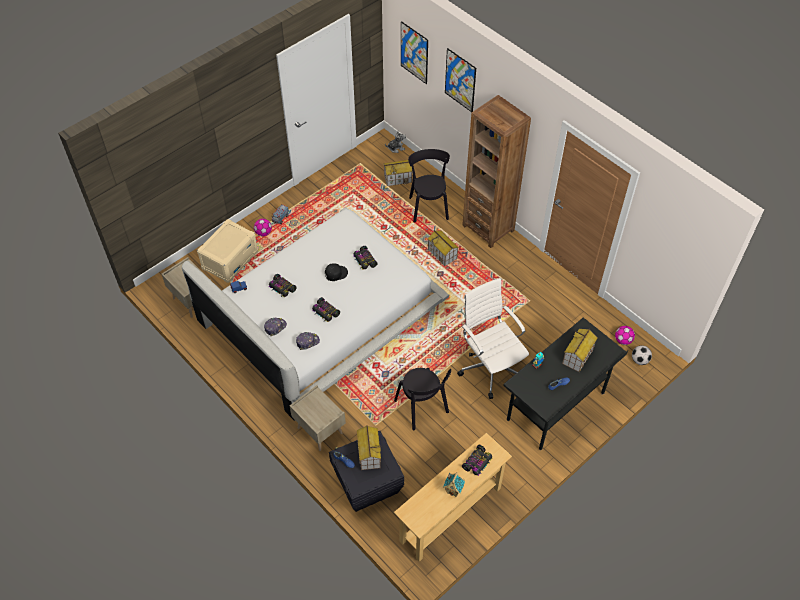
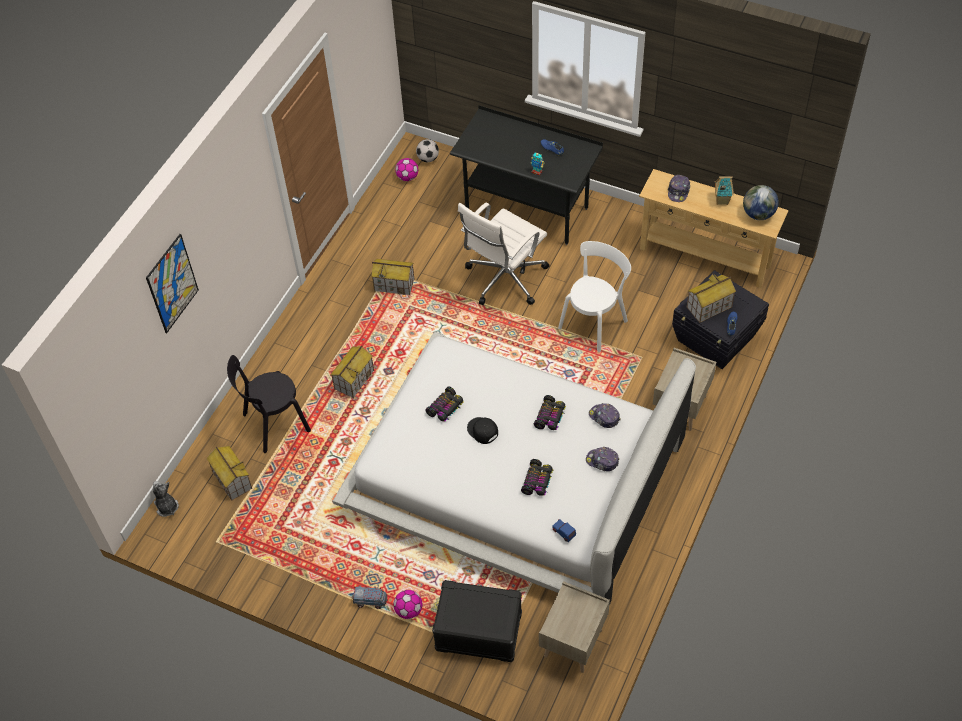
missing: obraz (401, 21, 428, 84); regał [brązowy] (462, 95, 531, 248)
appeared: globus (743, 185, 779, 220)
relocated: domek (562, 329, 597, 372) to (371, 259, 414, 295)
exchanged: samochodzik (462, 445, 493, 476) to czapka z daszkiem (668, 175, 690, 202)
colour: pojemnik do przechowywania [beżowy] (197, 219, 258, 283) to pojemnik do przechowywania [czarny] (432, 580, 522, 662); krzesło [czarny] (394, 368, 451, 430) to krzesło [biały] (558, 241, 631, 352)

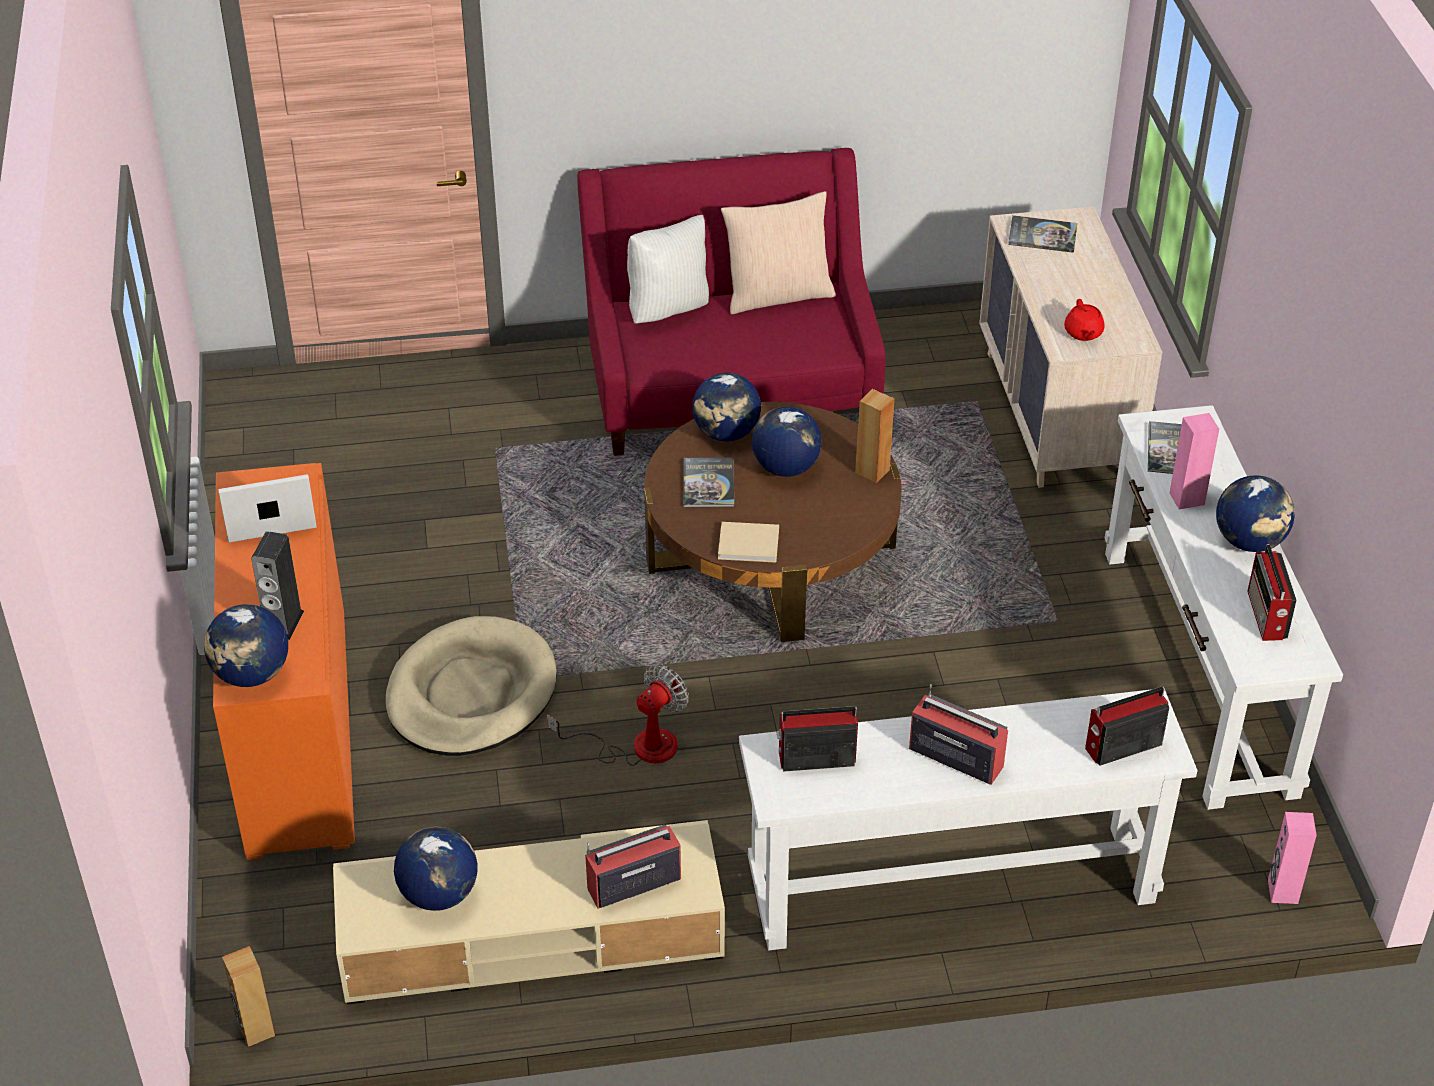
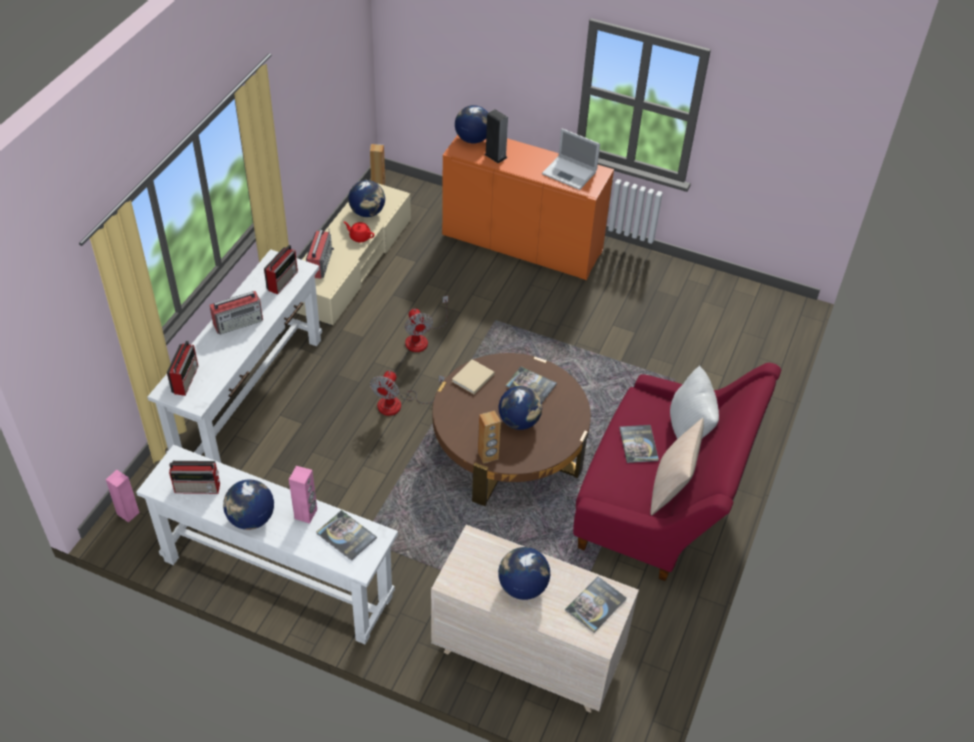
missing: legowisko [beżowy] (385, 616, 557, 756)
appeared: wentylator (370, 371, 445, 416); książka (619, 425, 659, 463)
relocated: globus (692, 373, 761, 442) to (498, 547, 550, 600); imbryk [czerwony] (1064, 299, 1105, 341) to (344, 222, 374, 242)
spun: laptop (218, 474, 317, 543) = (542, 129, 600, 190) 105 degrees clockwise; radio (1247, 544, 1297, 641) = (169, 461, 220, 494) 150 degrees clockwise

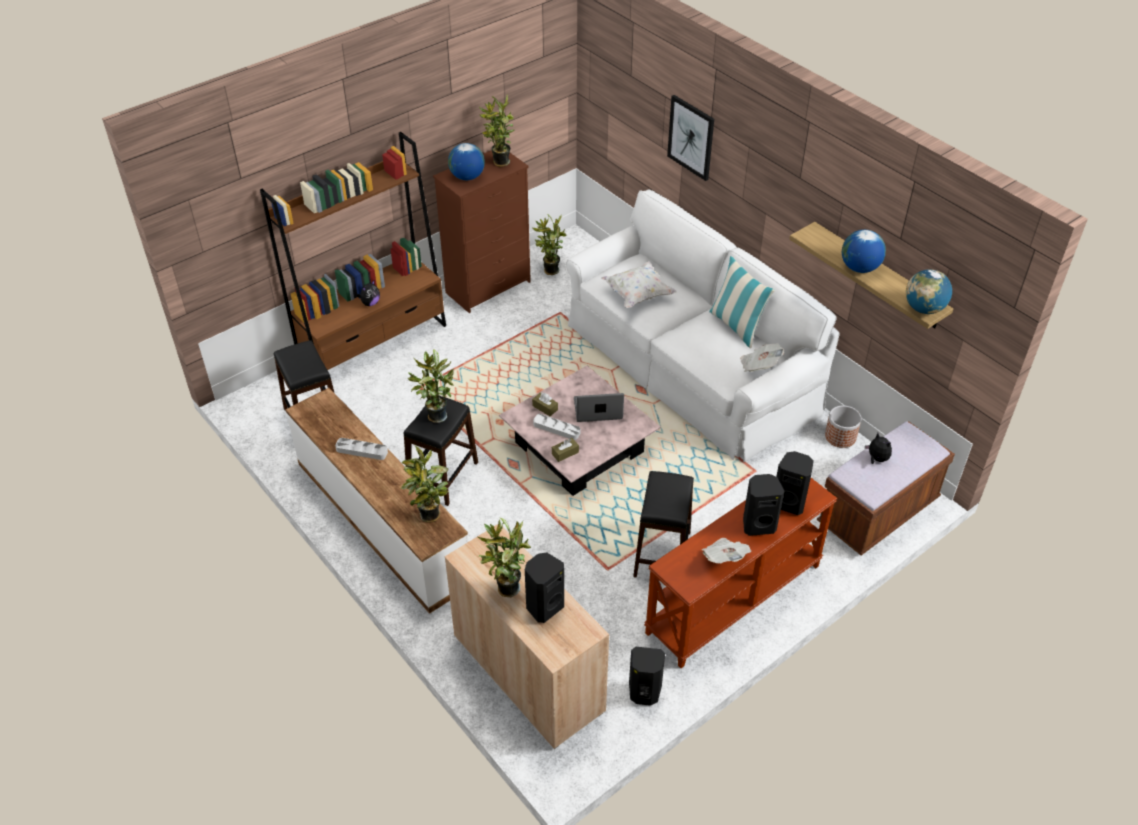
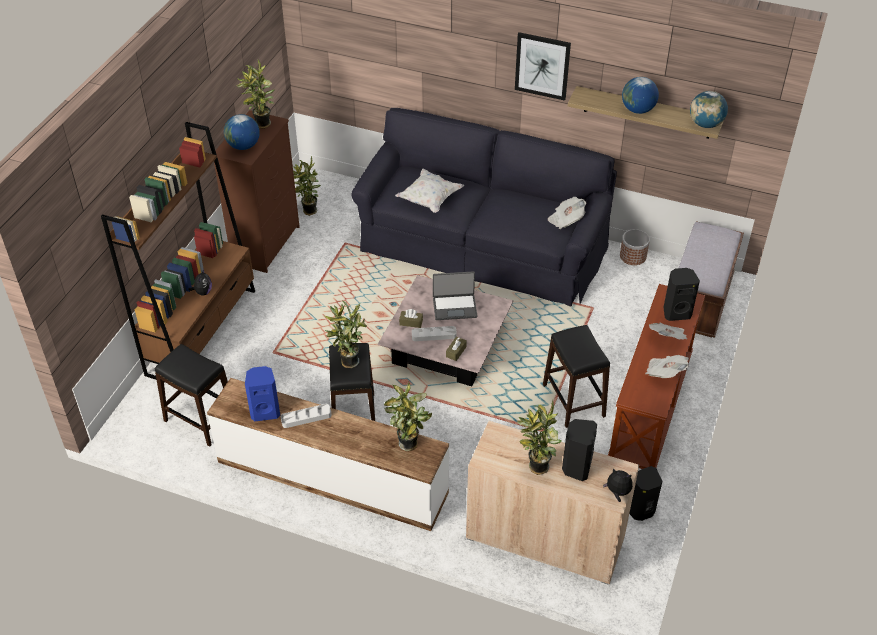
missing: poduszka (709, 256, 775, 348)
appeared: głośnik [niebieski] (245, 366, 280, 421)
relocated: obraz (667, 95, 714, 181) to (515, 32, 571, 101); pluszak (865, 433, 892, 464) to (603, 468, 633, 502)
exchanged: głośnik [czarny] (743, 474, 784, 536) to gazeta (649, 323, 687, 339)
colour: kanapa [biały] (566, 189, 840, 462) to kanapa [czarny] (351, 108, 617, 306)
spun: laptop (574, 393, 624, 422) = (433, 271, 478, 320) 150 degrees counterclockwise

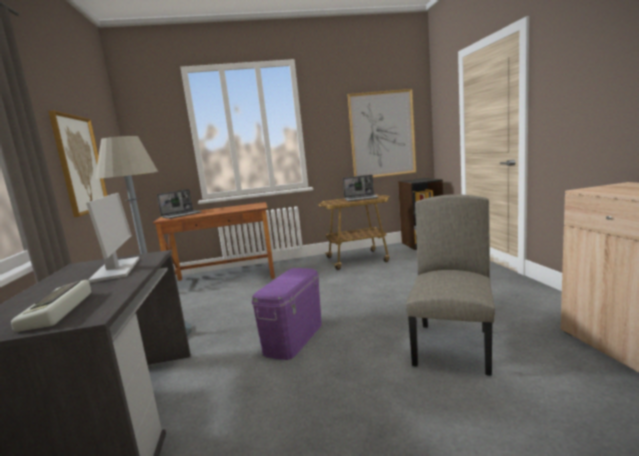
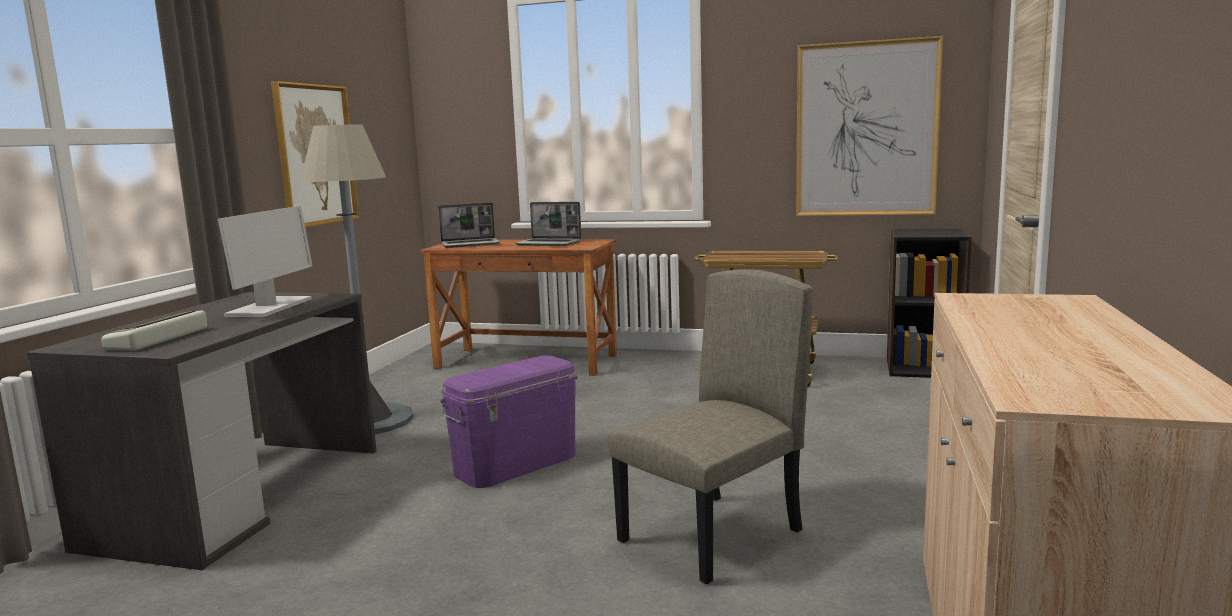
relocated: laptop (343, 175, 378, 201) to (515, 202, 582, 246)

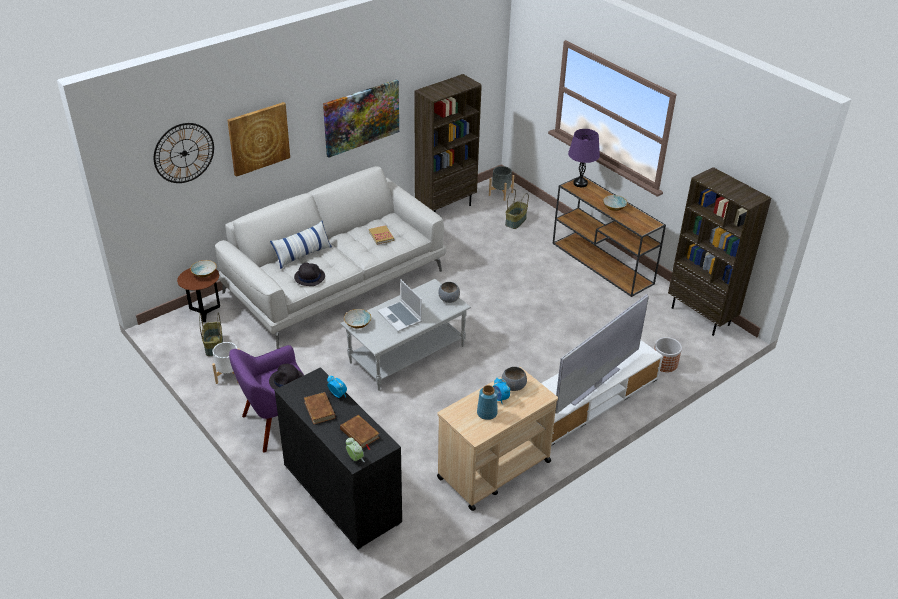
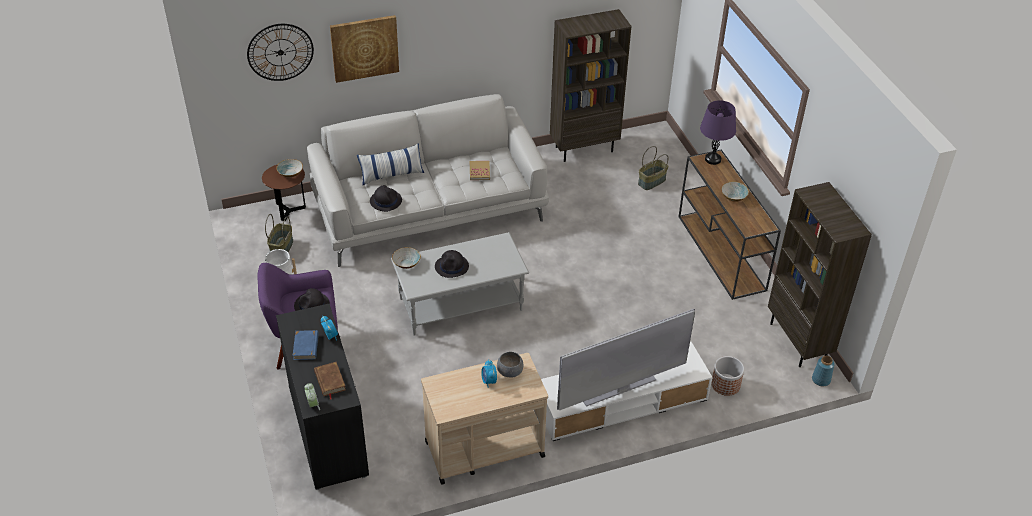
missing: obraz (323, 79, 399, 158); miska [szary] (438, 282, 460, 303); donica [szary] (489, 166, 514, 201)
relocated: wazon [niebieski] (477, 385, 498, 420) to (812, 356, 835, 386)
exchanged: laptop (378, 279, 422, 332) to kapelusz [czarny] (435, 250, 469, 278)
colour: książka [brązowy] (304, 392, 336, 424) to książka [niebieski] (293, 330, 319, 360)

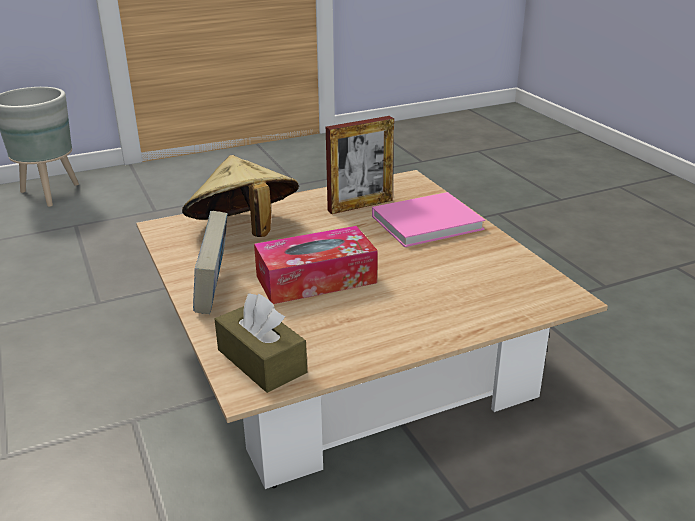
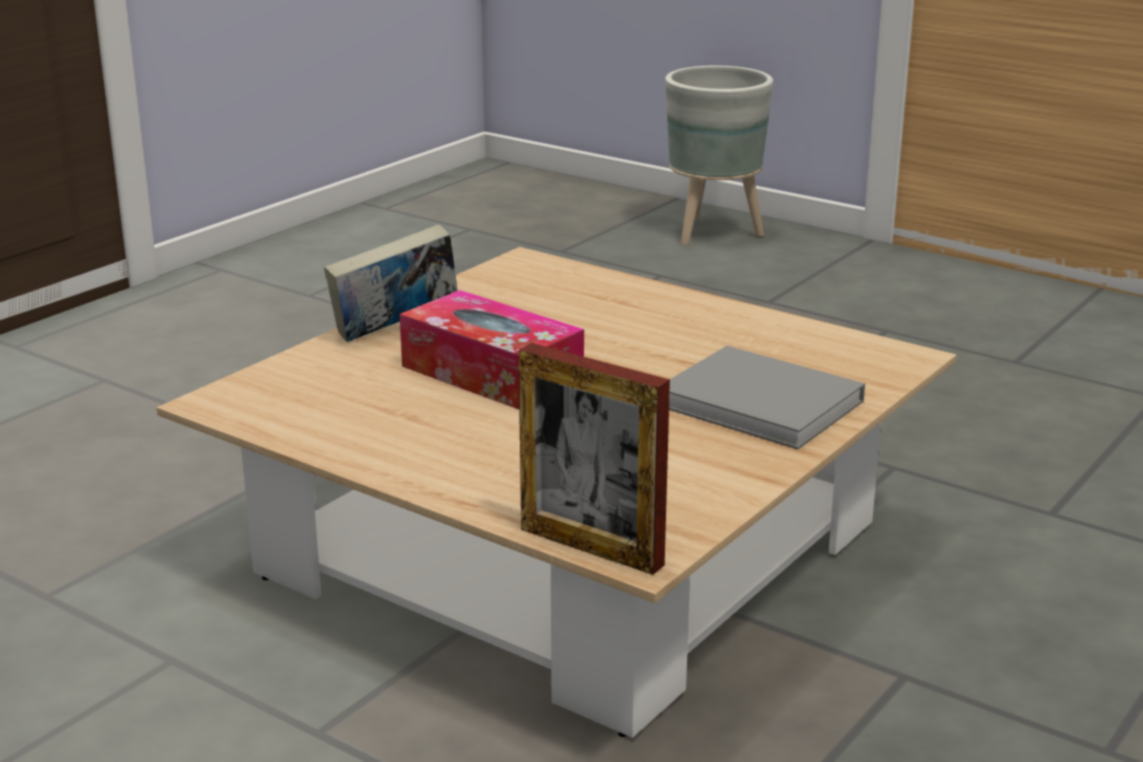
missing: kapelusz [beżowy] (182, 155, 299, 237); pudełko chusteczek [brązowy] (215, 293, 307, 393)
relocated: ramka na zdjęcie (326, 116, 394, 214) to (518, 343, 670, 575)
colour: książka [różowy] (372, 192, 485, 247) to książka [szary] (669, 346, 865, 449)

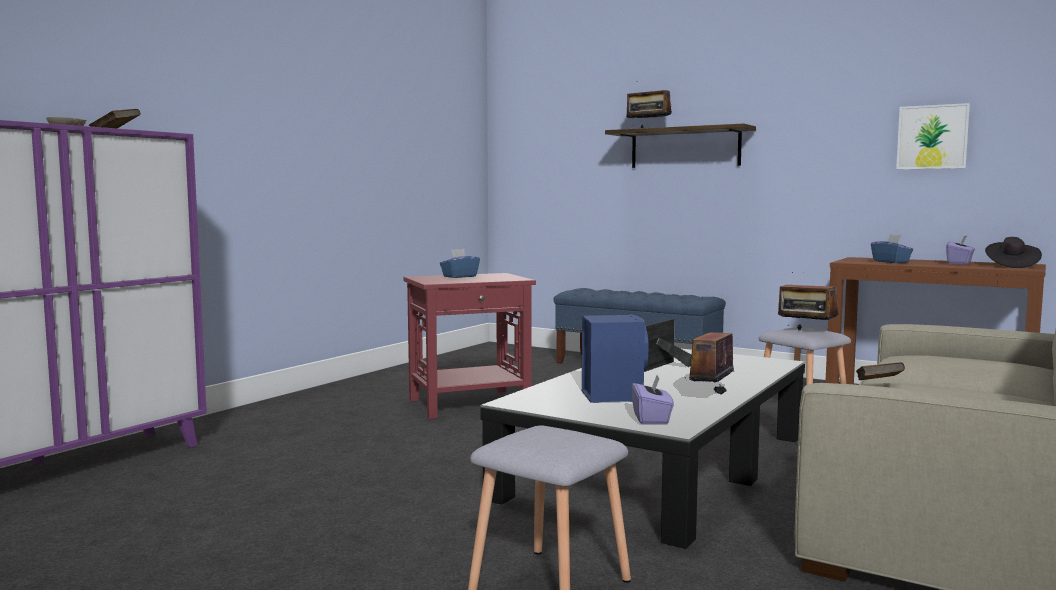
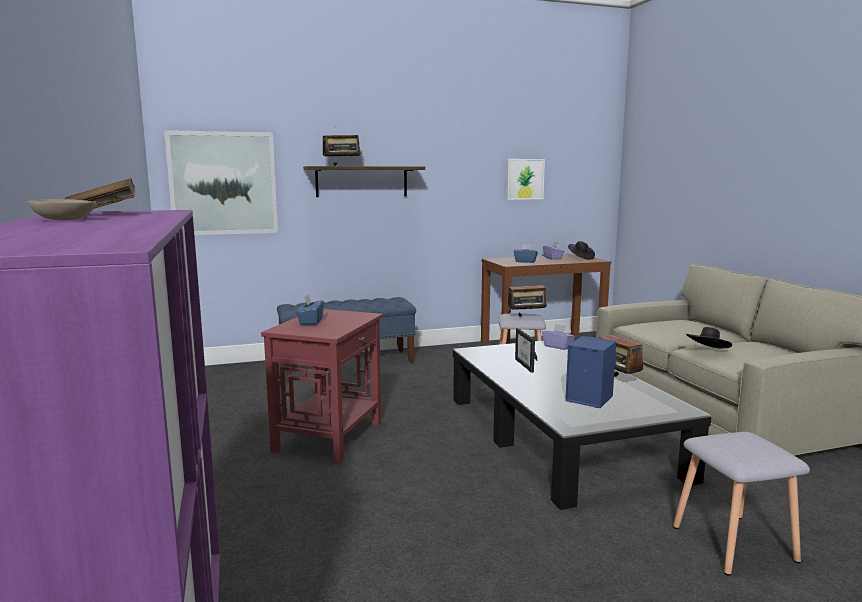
appeared: obraz (164, 130, 278, 235)
relocated: pudełko chusteczek [fioletowy] (631, 375, 674, 424) to (542, 324, 575, 350)
exchanged: książka [brązowy] (856, 362, 905, 380) to kapelusz [czarny] (686, 327, 732, 349)

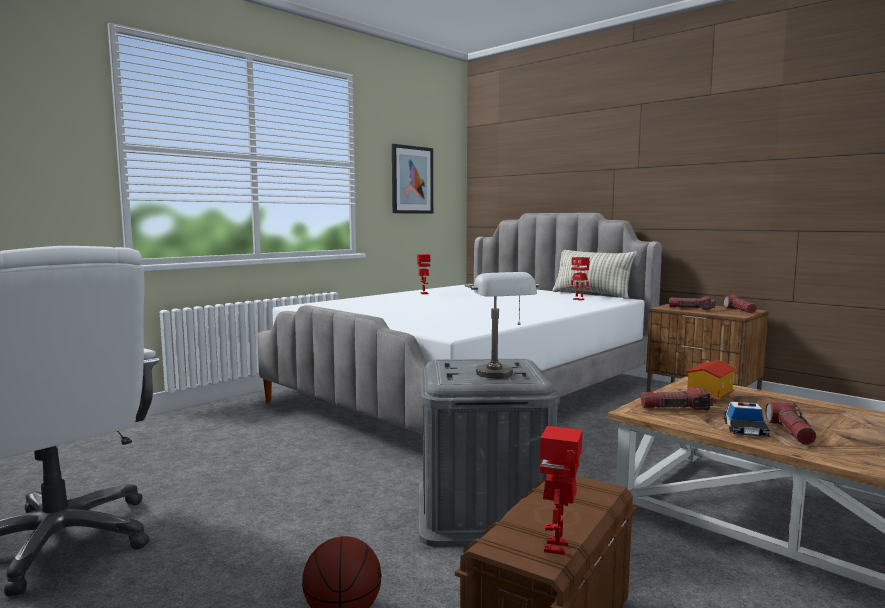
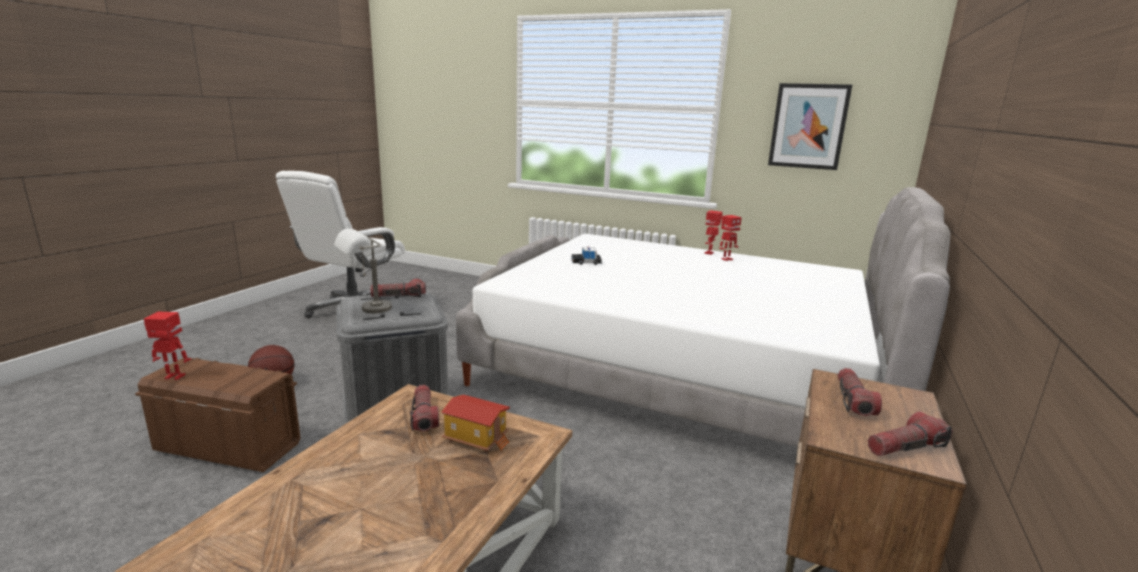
missing: poduszka (552, 250, 637, 299)
relocated: robot zabawkowy (569, 257, 590, 301) to (704, 210, 723, 255); samochodzik (723, 402, 770, 437) to (571, 247, 602, 265); latarka (765, 401, 817, 445) to (370, 279, 426, 297)

